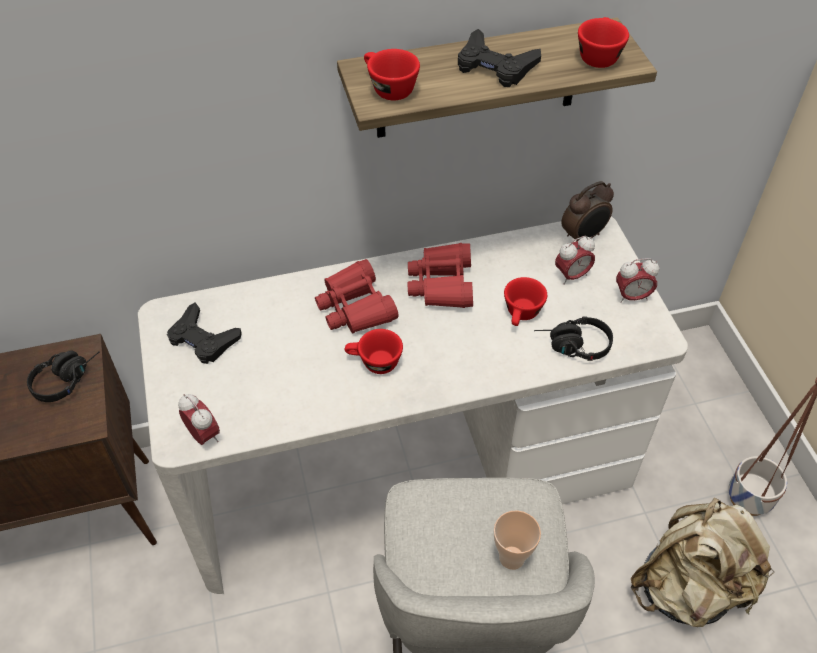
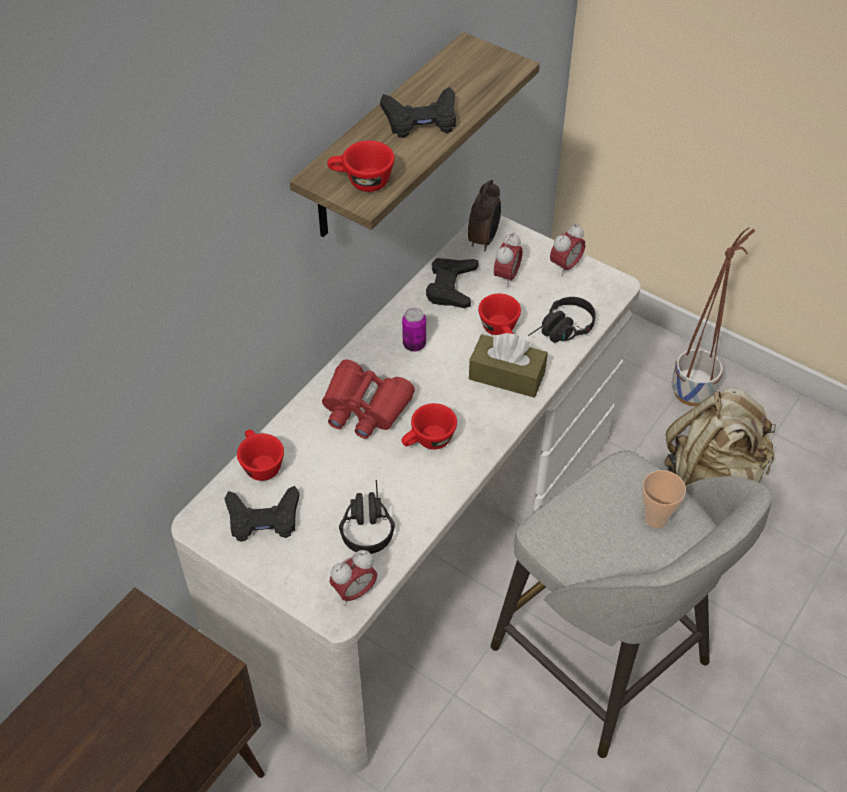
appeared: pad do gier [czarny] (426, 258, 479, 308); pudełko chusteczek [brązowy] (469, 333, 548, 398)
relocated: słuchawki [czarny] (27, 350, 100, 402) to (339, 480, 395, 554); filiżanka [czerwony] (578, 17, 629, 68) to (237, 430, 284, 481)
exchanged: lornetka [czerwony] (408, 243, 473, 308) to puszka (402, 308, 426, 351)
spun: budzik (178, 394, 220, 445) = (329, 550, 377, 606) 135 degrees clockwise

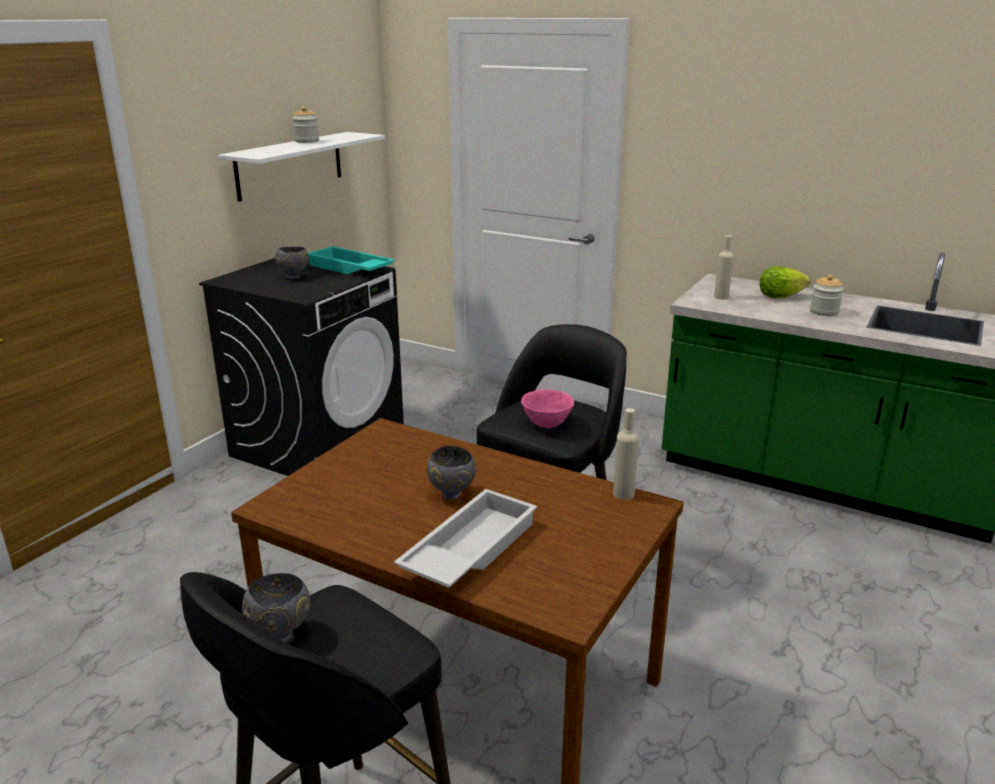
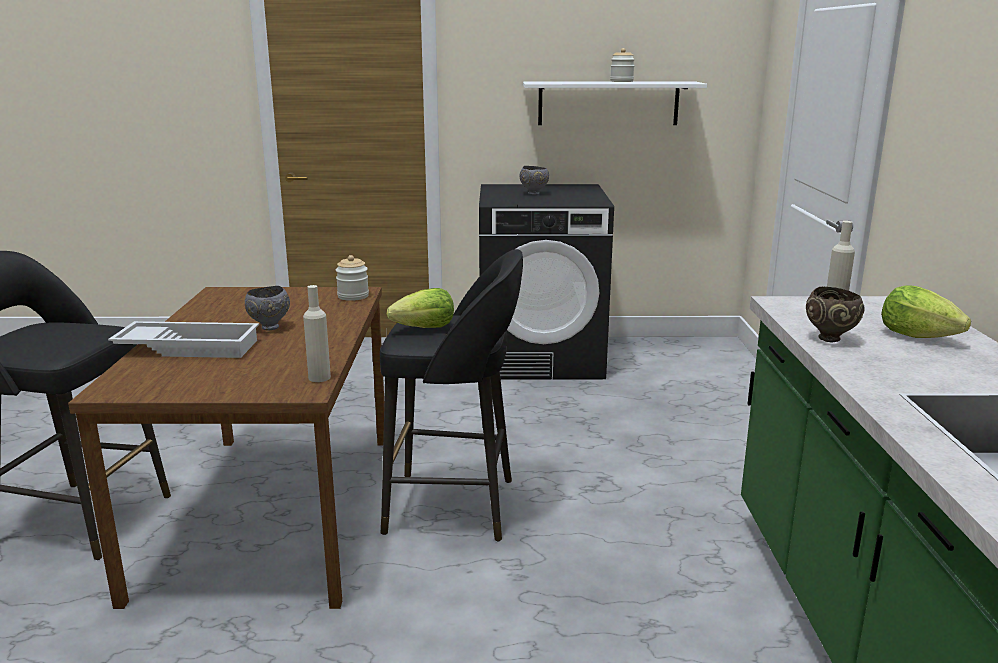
missing: miska [szary] (242, 573, 310, 642); taca [turkusowy] (308, 246, 395, 274)
appeared: miska [brązowy] (806, 287, 865, 342)
relocated: słoik (810, 275, 844, 316) to (336, 255, 369, 301)
exchanged: miska [różowy] (521, 389, 574, 428) to sałata (387, 288, 454, 328)

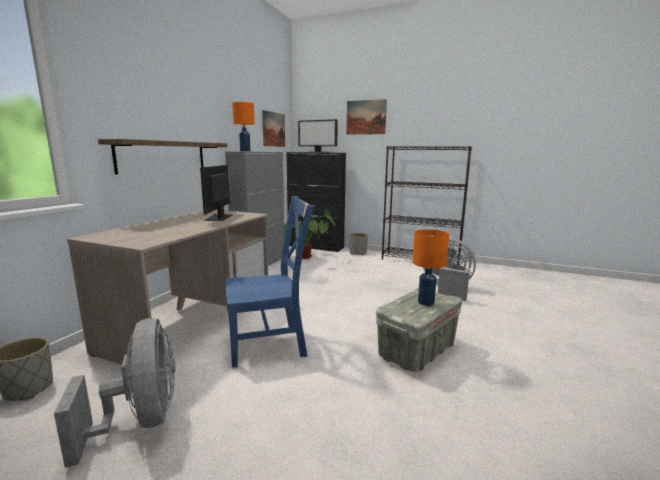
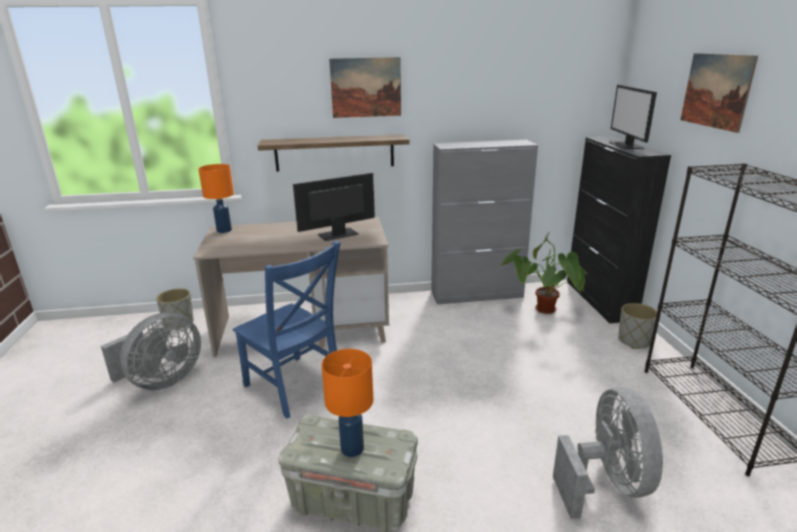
relocated: lampa stołowa [pomarańczowy] (232, 102, 255, 152) to (198, 164, 234, 233); obraz (262, 110, 285, 147) to (329, 57, 401, 118)

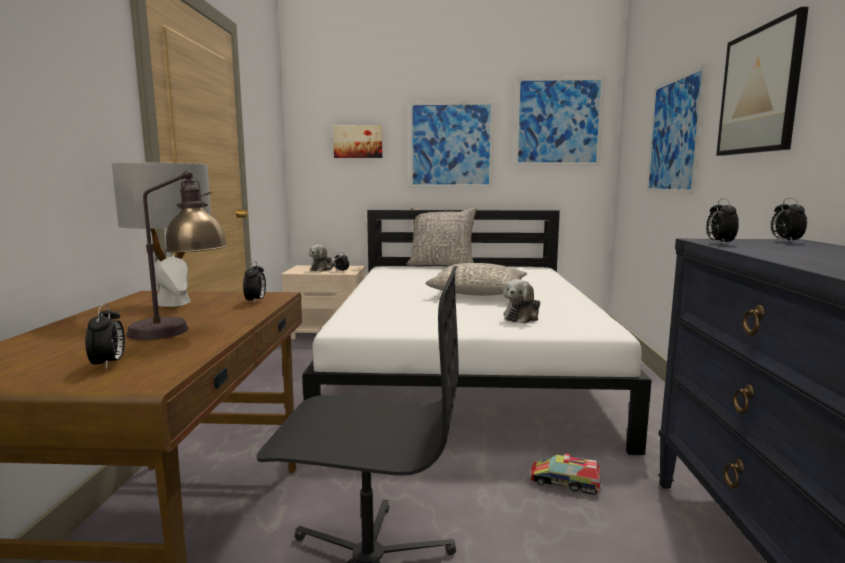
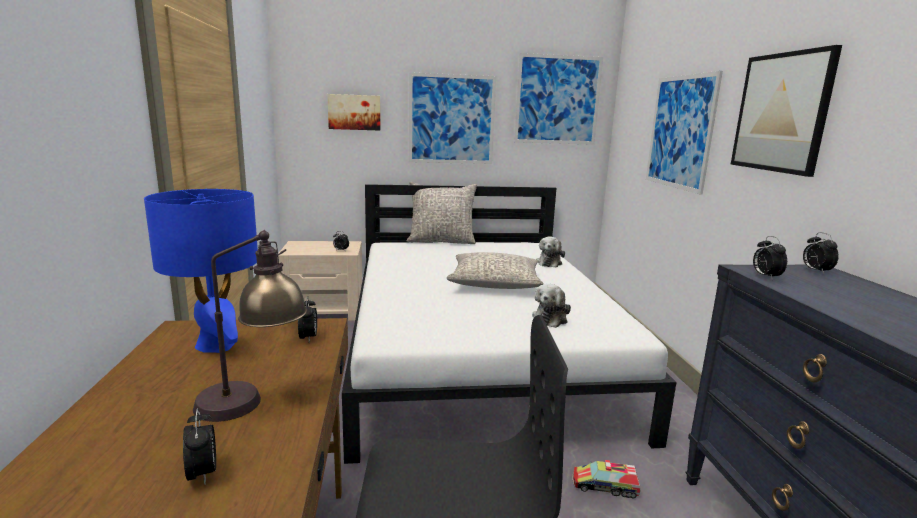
relocated: pluszak (309, 245, 335, 272) to (536, 236, 565, 268)
colour: lampa stołowa [szary] (112, 162, 211, 307) to lampa stołowa [niebieski] (144, 189, 258, 353)

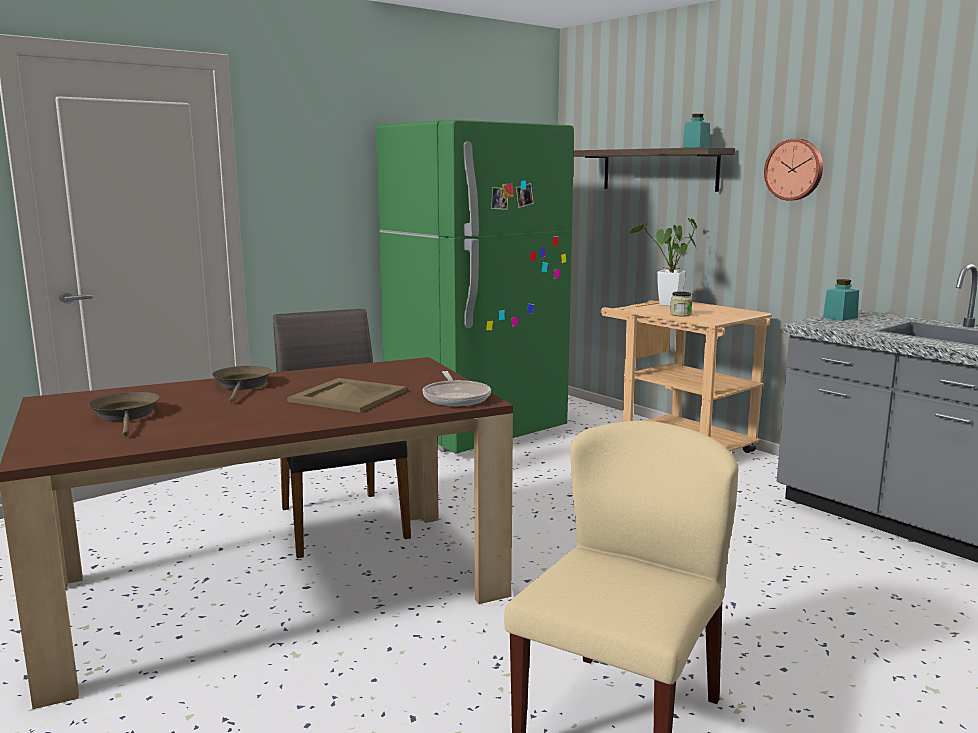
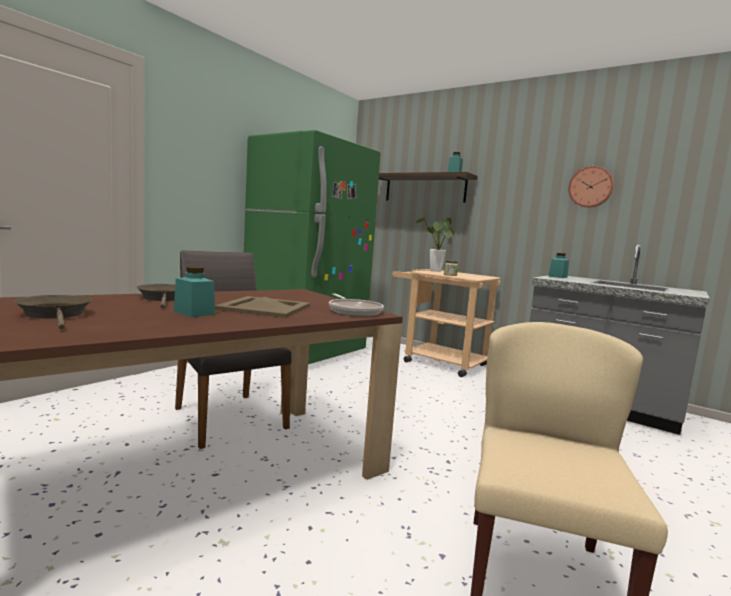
appeared: słoik [turkusowy] (174, 266, 215, 317)
relocated: zegar ścienny (764, 139, 823, 201) to (568, 166, 614, 208)

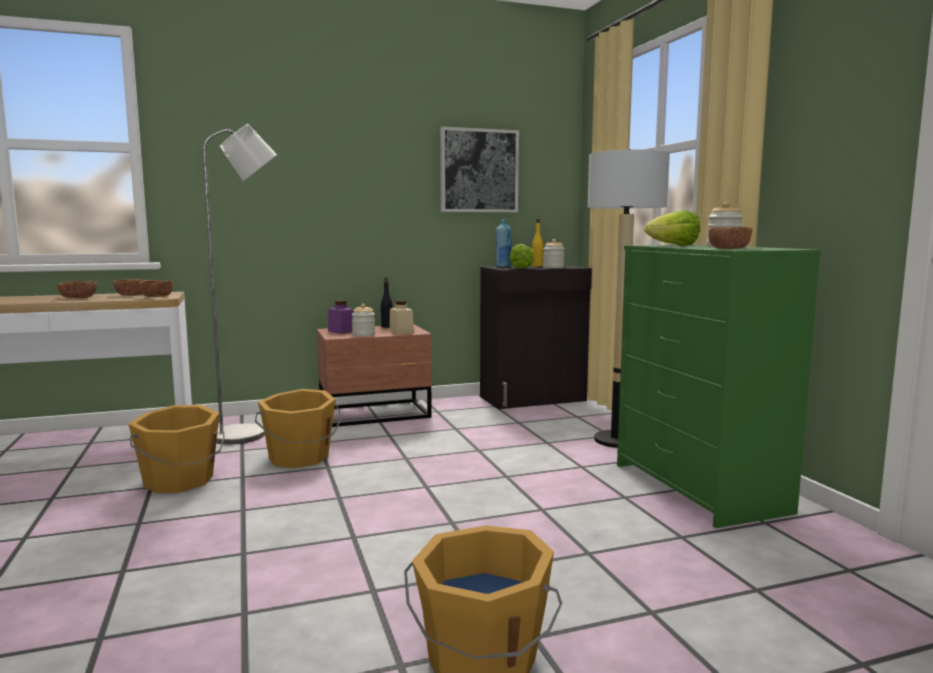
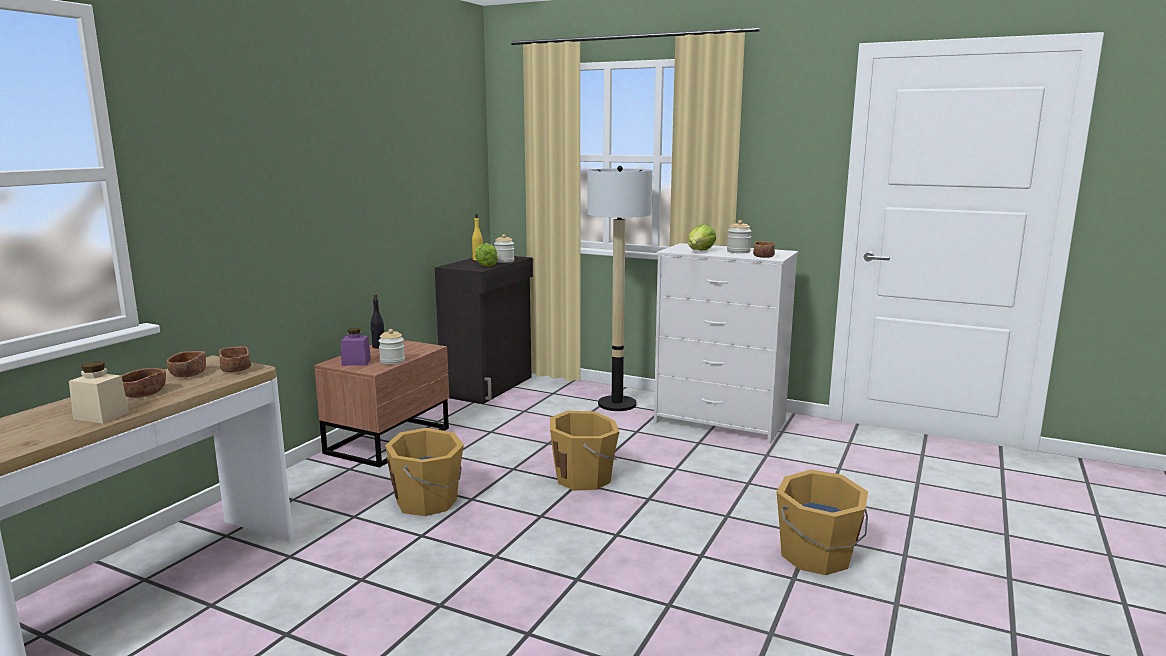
missing: lampa stojąca [szary] (203, 124, 277, 444); obraz (440, 127, 519, 212); butelka [niebieski] (496, 219, 512, 267)
relocated: wiadro [pomarańczowy] (128, 405, 225, 493) to (550, 411, 620, 491); słoik [beżowy] (389, 300, 414, 334) to (69, 361, 129, 424)
colour: komoda [zielony] (617, 245, 822, 528) to komoda [biały] (654, 243, 798, 444)

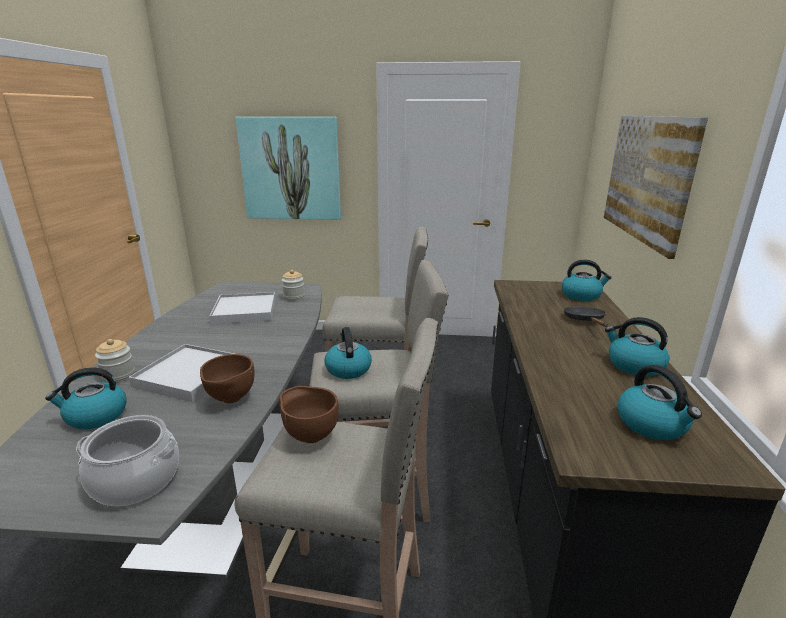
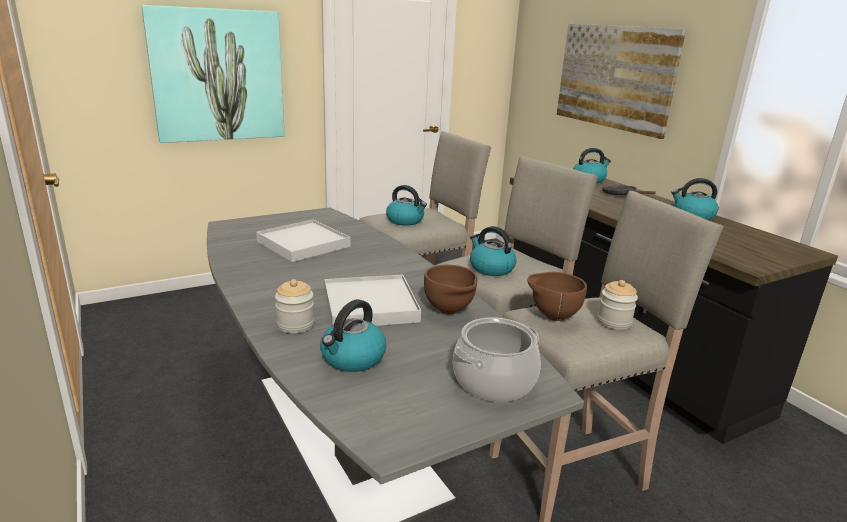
relocated: słoik (282, 270, 305, 301) to (598, 280, 638, 330); czajnik (618, 365, 702, 440) to (386, 185, 427, 226)

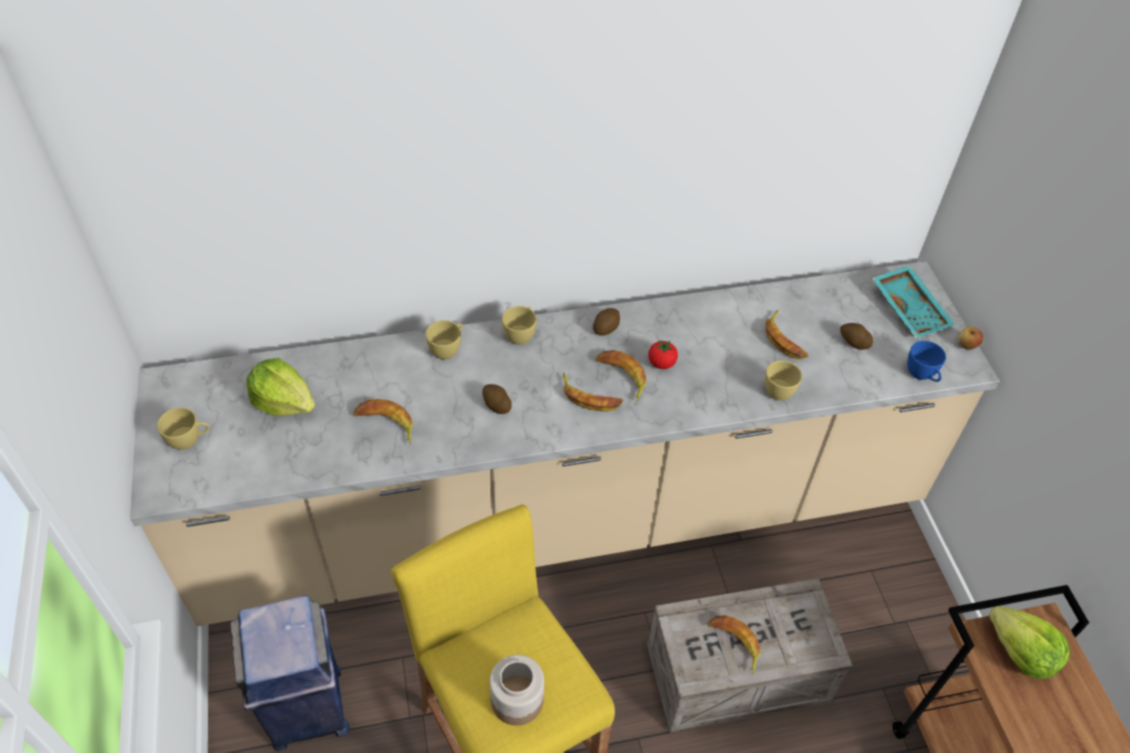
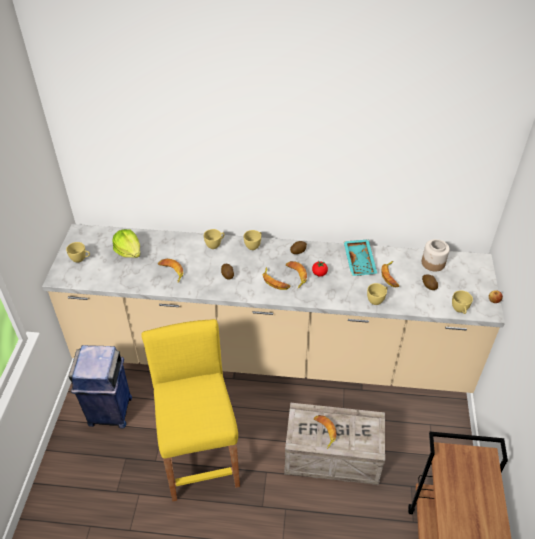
missing: sałata (989, 606, 1070, 679)
relocated: słoik (490, 655, 544, 726) to (422, 239, 450, 271); taca [turkusowy] (872, 265, 955, 338) to (344, 239, 377, 276)
colour: filiżanka [niebieski] (907, 341, 946, 382) to filiżanka [żółty] (452, 290, 473, 314)

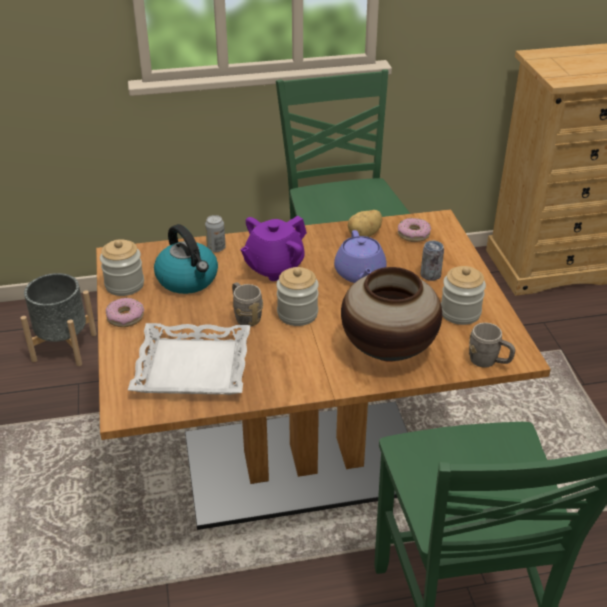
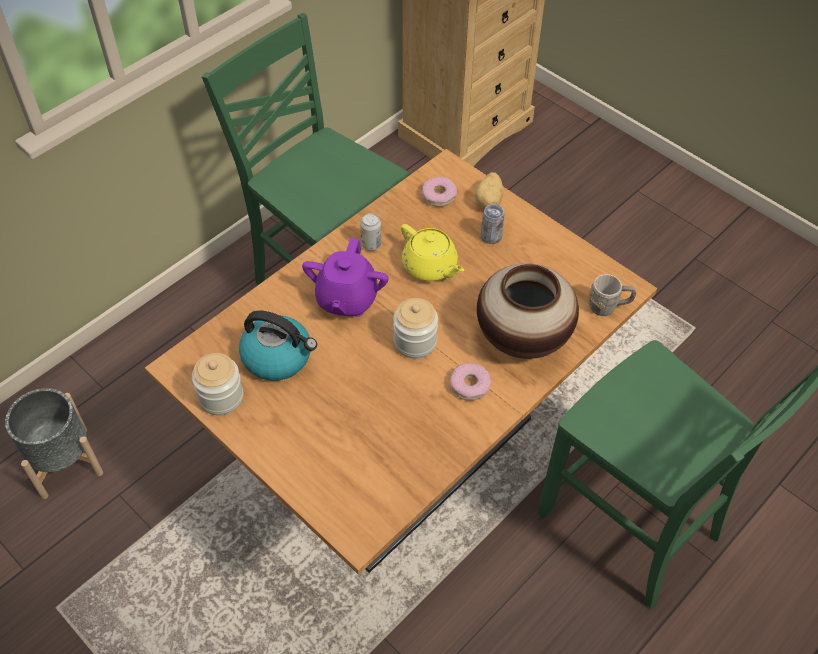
missing: taca [biały] (128, 323, 250, 395); kubek [szary] (232, 282, 263, 327); słoik (441, 266, 486, 325)
relocated: donut (106, 298, 144, 327) to (450, 363, 491, 401); puszka (205, 215, 226, 252) to (360, 213, 381, 251); ziemniak (348, 210, 382, 237) to (475, 172, 503, 209)
colour: imbryk [fioletowy] (334, 230, 387, 283) to imbryk [żółty] (401, 224, 464, 281)

